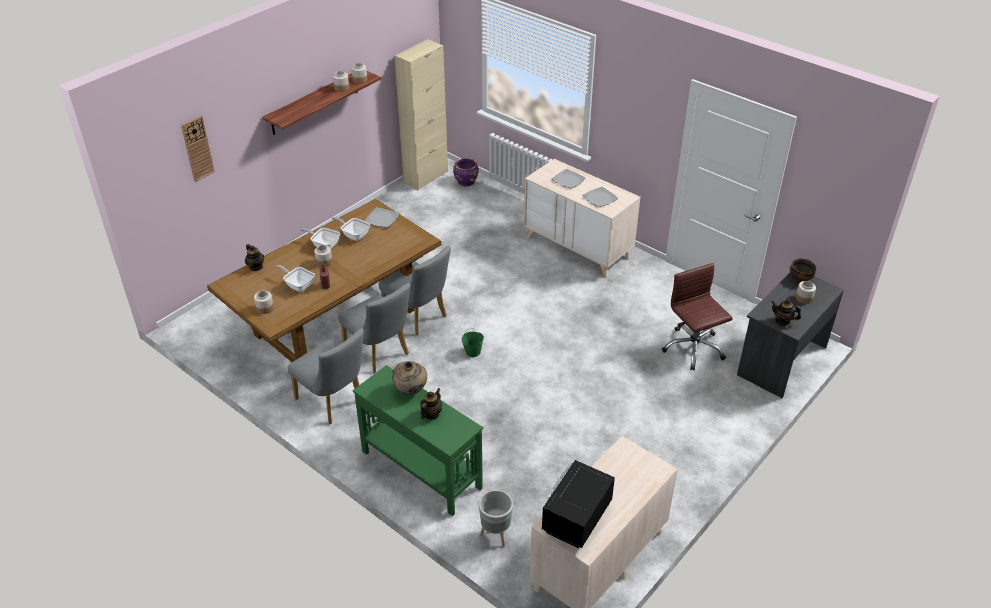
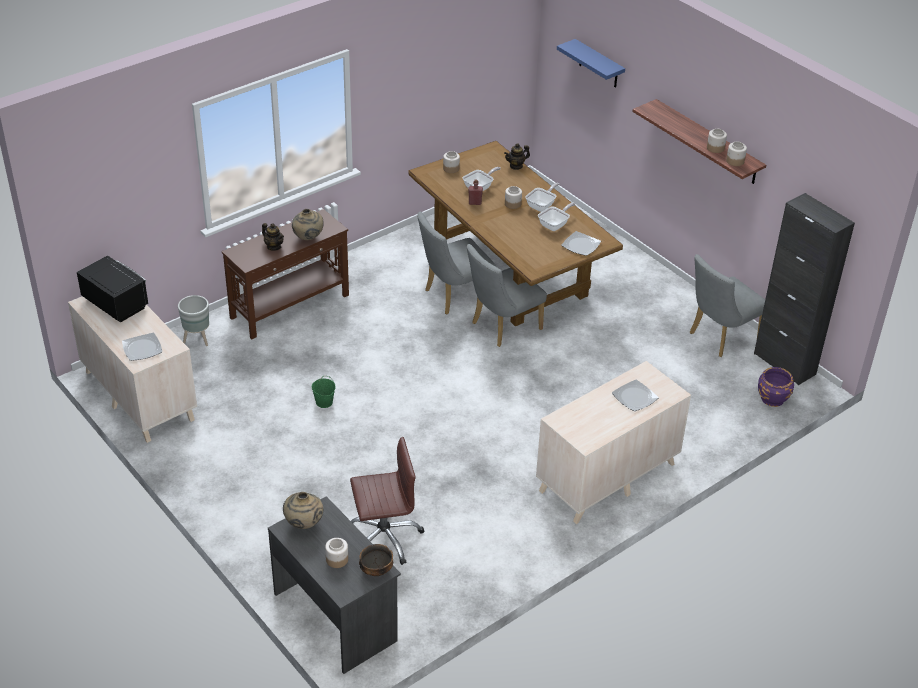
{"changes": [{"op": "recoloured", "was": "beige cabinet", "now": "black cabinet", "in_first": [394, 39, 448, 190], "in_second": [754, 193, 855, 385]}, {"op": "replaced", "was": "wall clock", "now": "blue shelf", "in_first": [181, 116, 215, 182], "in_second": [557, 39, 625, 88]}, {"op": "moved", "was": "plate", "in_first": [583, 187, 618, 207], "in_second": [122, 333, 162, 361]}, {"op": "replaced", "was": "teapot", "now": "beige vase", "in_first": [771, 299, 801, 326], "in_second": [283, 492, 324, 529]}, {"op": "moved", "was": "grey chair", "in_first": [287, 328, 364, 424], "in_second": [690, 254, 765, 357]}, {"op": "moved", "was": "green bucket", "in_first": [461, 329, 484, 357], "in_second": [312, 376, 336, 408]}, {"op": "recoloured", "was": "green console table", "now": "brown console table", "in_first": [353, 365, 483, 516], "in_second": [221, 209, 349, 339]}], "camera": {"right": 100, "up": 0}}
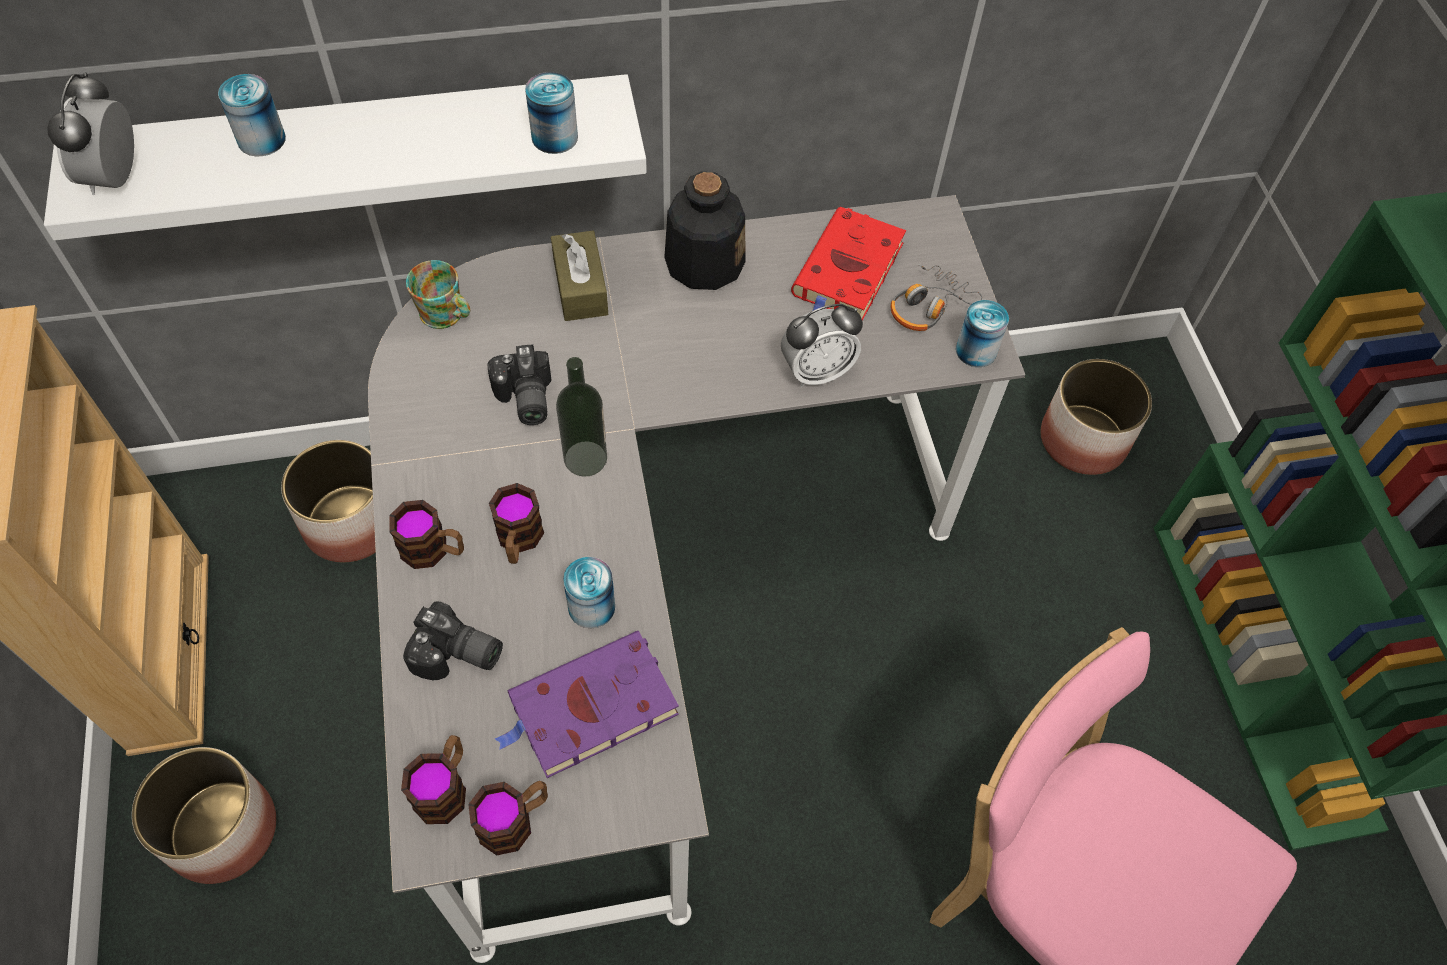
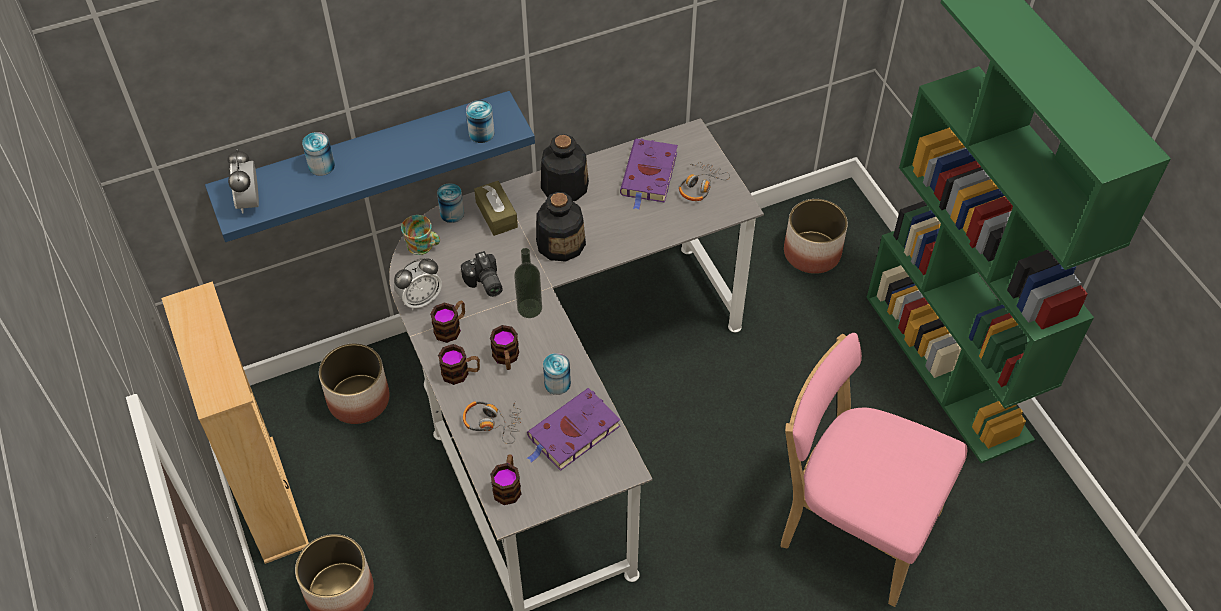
{"changes": [{"op": "recoloured", "was": "white shelf", "now": "blue shelf", "in_first": [44, 74, 647, 241], "in_second": [205, 91, 535, 242]}, {"op": "recoloured", "was": "red book", "now": "purple book", "in_first": [791, 207, 906, 321], "in_second": [620, 139, 678, 210]}, {"op": "moved", "was": "can", "in_first": [956, 300, 1009, 367], "in_second": [437, 183, 464, 223]}, {"op": "moved", "was": "alarm clock", "in_first": [781, 304, 863, 387], "in_second": [394, 258, 442, 311]}, {"op": "replaced", "was": "photo camera", "now": "headphones", "in_first": [403, 601, 503, 680], "in_second": [463, 401, 521, 444]}, {"op": "moved", "was": "mug", "in_first": [468, 781, 548, 855], "in_second": [430, 300, 465, 343]}, {"op": "added", "now": "bottle", "in_second": [536, 192, 586, 262]}], "camera": {"right": -10, "up": -5}}
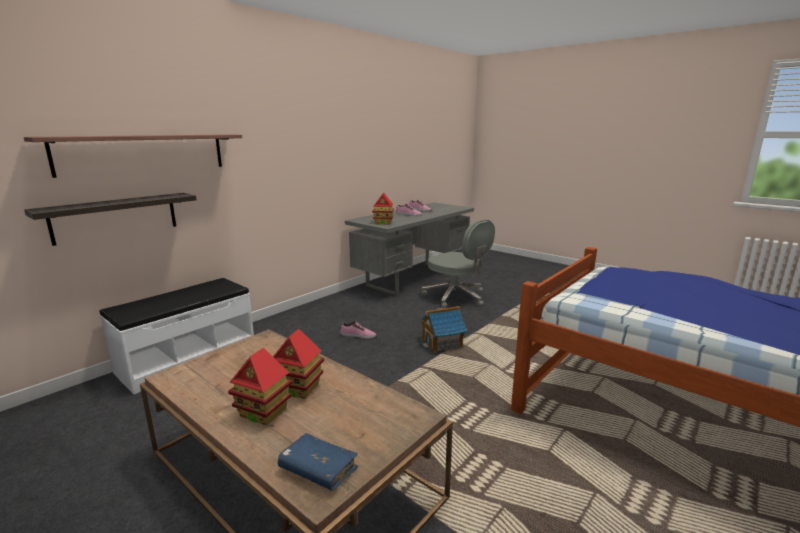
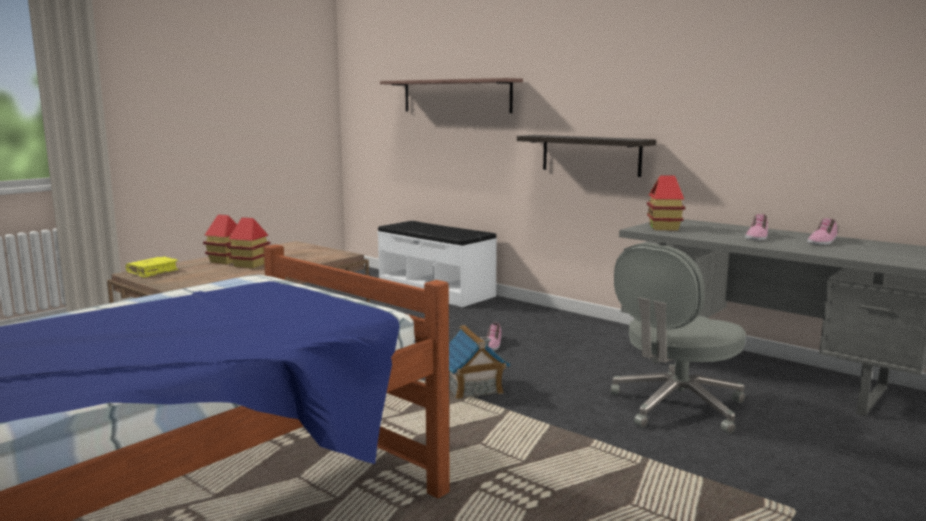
{"changes": [{"op": "moved", "was": "shelf", "in_first": [24, 193, 197, 246], "in_second": [517, 135, 656, 177]}, {"op": "recoloured", "was": "blue book", "now": "yellow book", "in_first": [278, 433, 358, 491], "in_second": [126, 256, 179, 278]}], "camera": {"right": 90, "up": -5}}
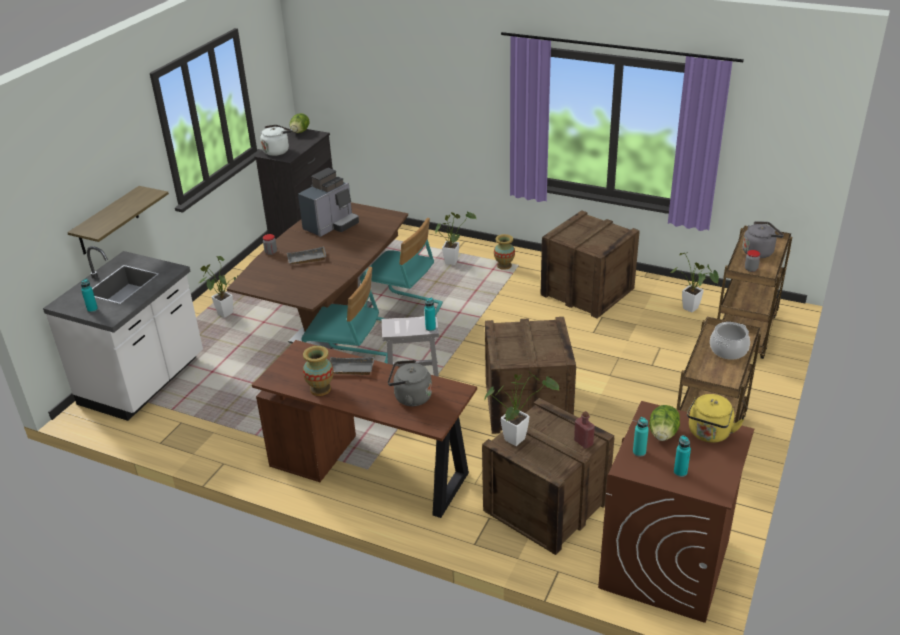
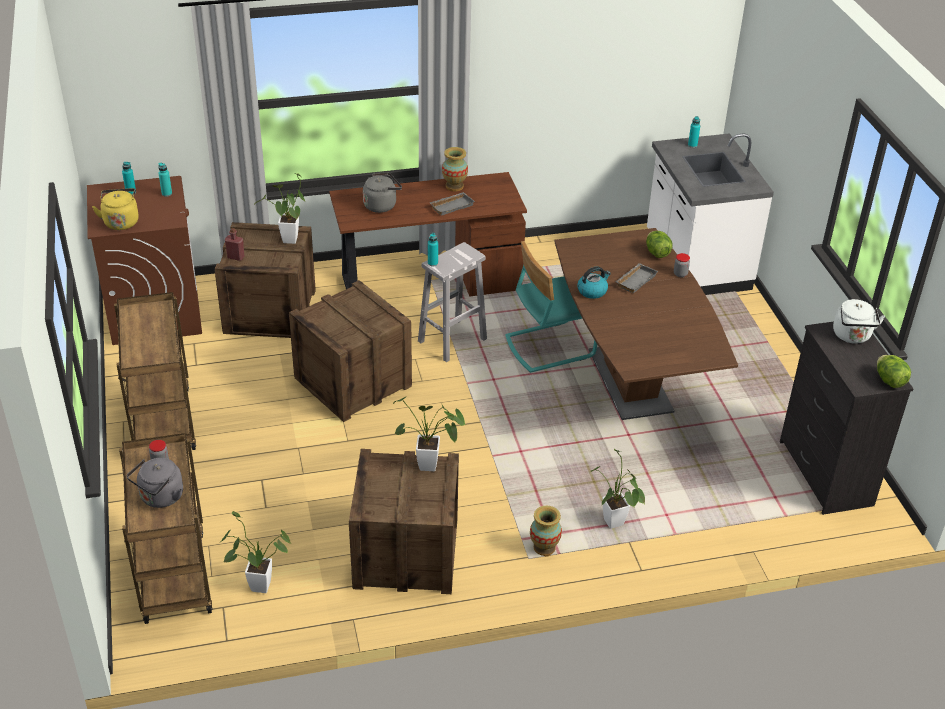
{"changes": [{"op": "removed", "was": "coffee machine", "in_first": [298, 168, 359, 237]}, {"op": "removed", "was": "shelf", "in_first": [67, 186, 169, 255]}, {"op": "removed", "was": "turquoise chair", "in_first": [360, 218, 443, 321]}, {"op": "moved", "was": "potted plant", "in_first": [199, 256, 239, 318], "in_second": [393, 397, 466, 471]}, {"op": "removed", "was": "cooking pot", "in_first": [710, 322, 750, 360]}, {"op": "moved", "was": "lettuce", "in_first": [649, 405, 680, 441], "in_second": [646, 231, 673, 258]}, {"op": "added", "now": "kettle", "in_second": [577, 267, 611, 299]}], "camera": {"right": 140, "up": 5}}
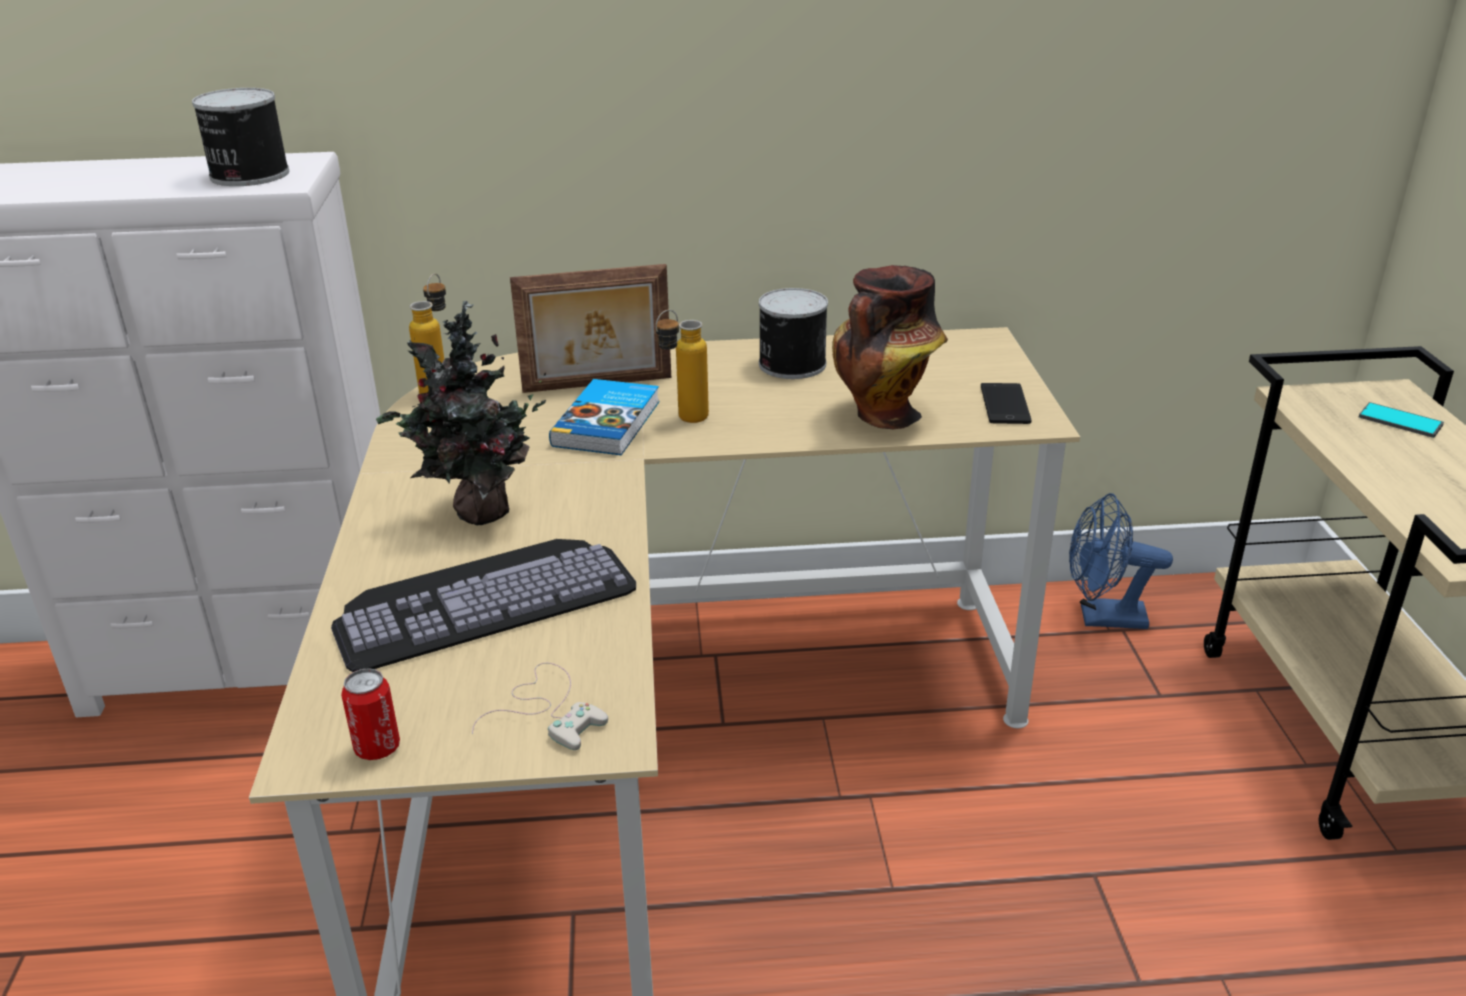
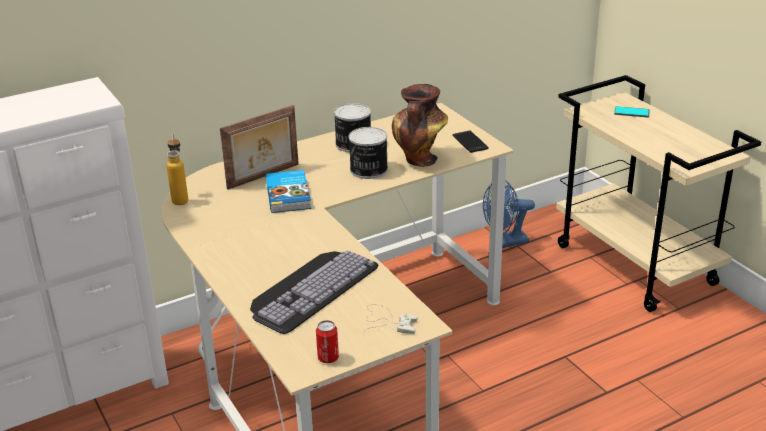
{"changes": [{"op": "moved", "was": "can", "in_first": [192, 88, 289, 186], "in_second": [349, 127, 388, 179]}, {"op": "removed", "was": "potted plant", "in_first": [376, 301, 546, 525]}, {"op": "removed", "was": "bottle", "in_first": [655, 310, 709, 423]}], "camera": {"right": -25, "up": 0}}
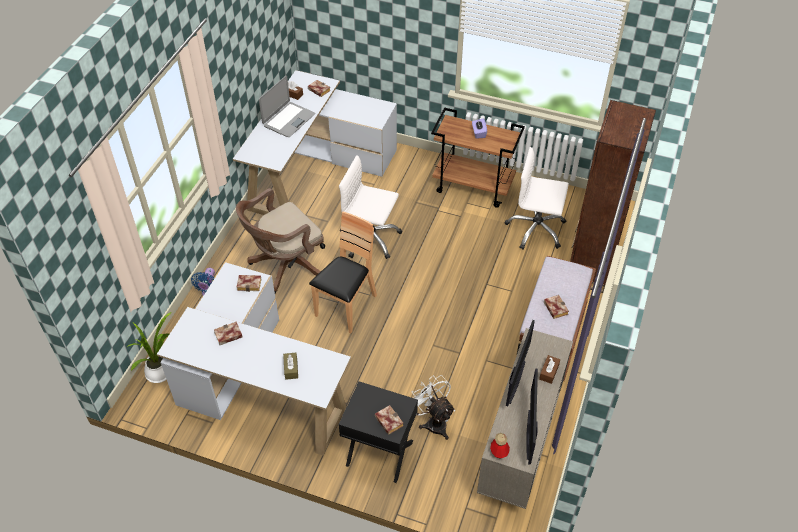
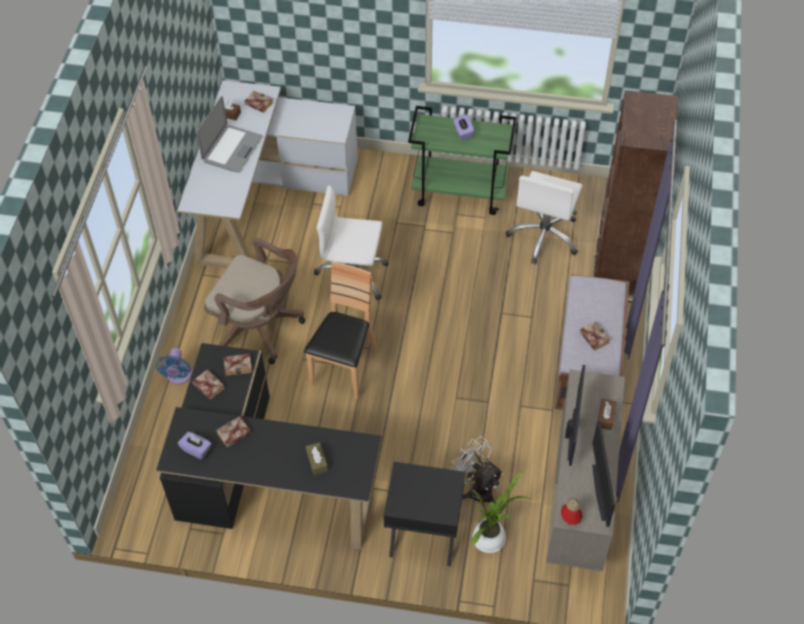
{"changes": [{"op": "recoloured", "was": "brown cart", "now": "green cart", "in_first": [431, 107, 525, 208], "in_second": [408, 106, 516, 215]}, {"op": "turned", "was": "white office chair", "in_first": [505, 147, 569, 250], "in_second": [506, 171, 583, 264], "clockwise": -75}, {"op": "turned", "was": "brown office chair", "in_first": [236, 188, 325, 293], "in_second": [204, 238, 305, 364], "clockwise": -105}, {"op": "recoloured", "was": "white desk", "now": "black desk", "in_first": [157, 262, 351, 455], "in_second": [156, 343, 381, 549]}, {"op": "moved", "was": "potted plant", "in_first": [127, 312, 172, 383], "in_second": [471, 471, 532, 553]}, {"op": "moved", "was": "book", "in_first": [375, 405, 404, 435], "in_second": [192, 370, 225, 400]}, {"op": "added", "now": "purple tissue box", "in_second": [178, 432, 212, 460]}], "camera": {"right": -10, "up": 5}}
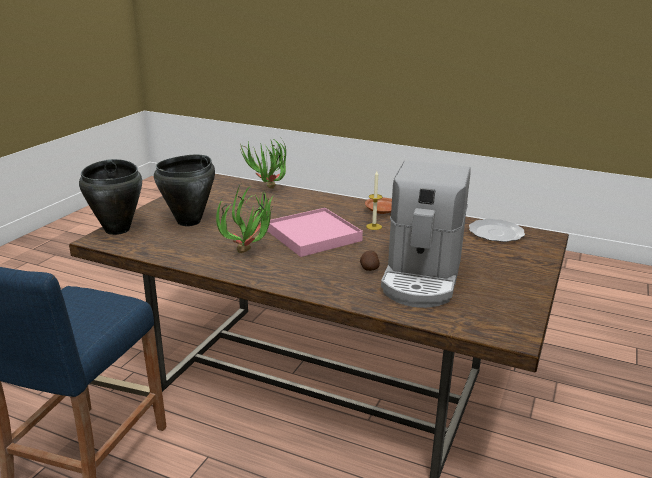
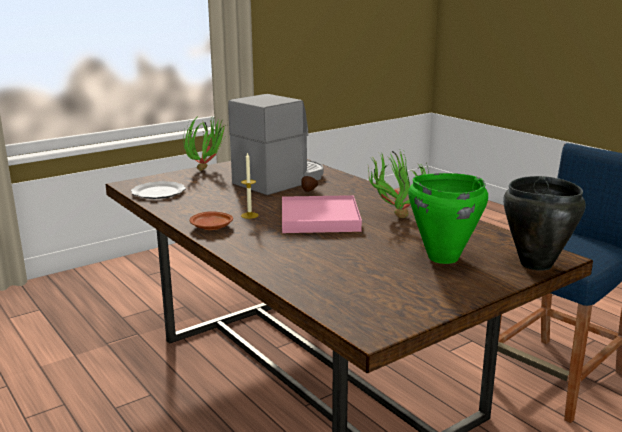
{"changes": [{"op": "moved", "was": "potted plant", "in_first": [240, 138, 286, 189], "in_second": [183, 115, 226, 171]}, {"op": "recoloured", "was": "black cooking pot", "now": "green cooking pot", "in_first": [154, 154, 215, 226], "in_second": [408, 173, 488, 264]}], "camera": {"right": -150, "up": -5}}
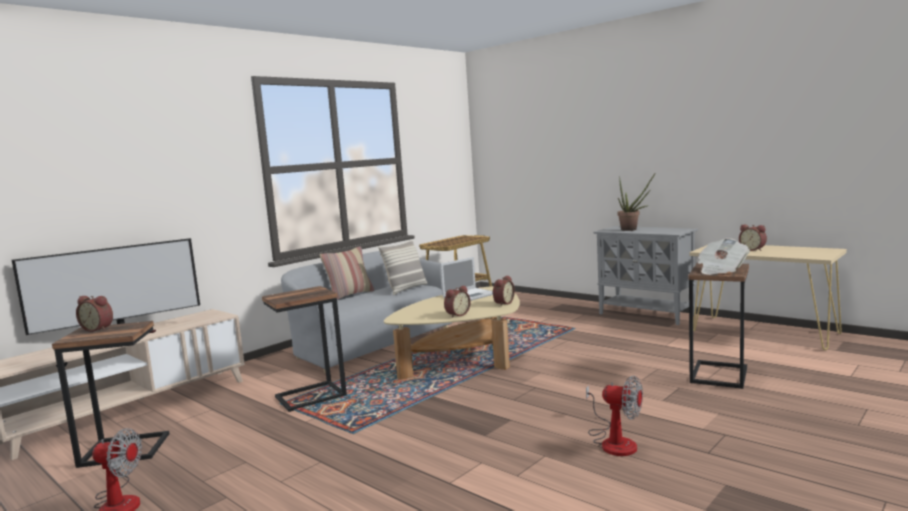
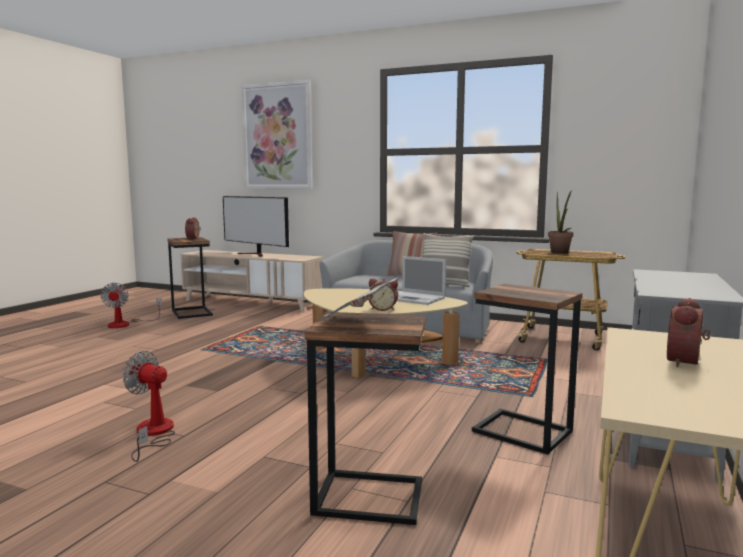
{"changes": [{"op": "moved", "was": "potted plant", "in_first": [617, 174, 655, 231], "in_second": [548, 190, 573, 254]}, {"op": "moved", "was": "side table", "in_first": [262, 286, 347, 412], "in_second": [472, 284, 583, 455]}, {"op": "removed", "was": "alarm clock", "in_first": [444, 286, 471, 318]}, {"op": "turned", "was": "fan", "in_first": [586, 375, 643, 456], "in_second": [123, 351, 175, 462], "clockwise": 105}, {"op": "added", "now": "picture", "in_second": [241, 80, 313, 189]}], "camera": {"right": 70, "up": 0}}
